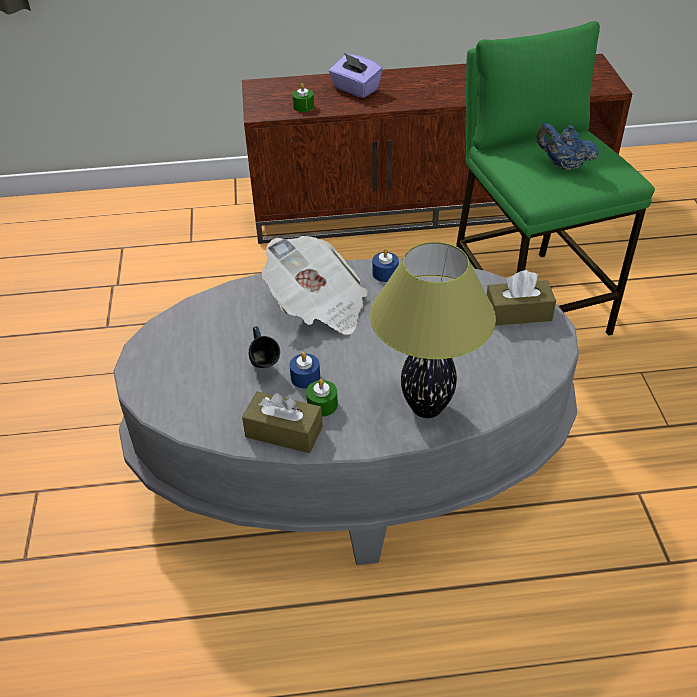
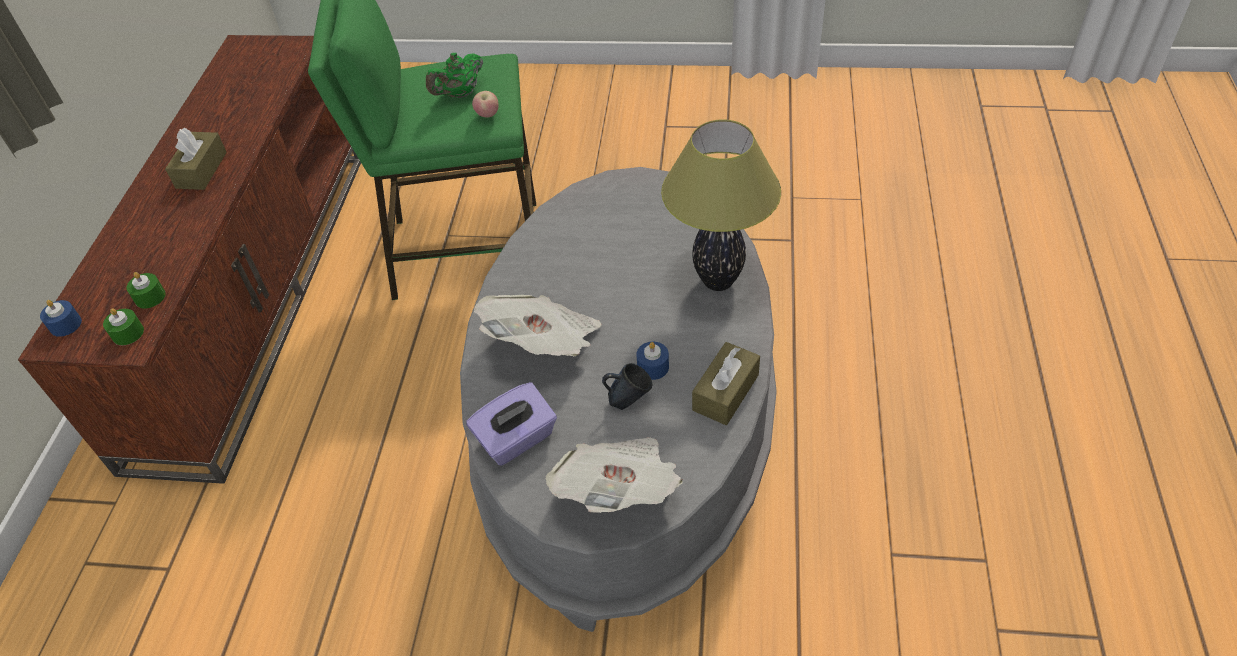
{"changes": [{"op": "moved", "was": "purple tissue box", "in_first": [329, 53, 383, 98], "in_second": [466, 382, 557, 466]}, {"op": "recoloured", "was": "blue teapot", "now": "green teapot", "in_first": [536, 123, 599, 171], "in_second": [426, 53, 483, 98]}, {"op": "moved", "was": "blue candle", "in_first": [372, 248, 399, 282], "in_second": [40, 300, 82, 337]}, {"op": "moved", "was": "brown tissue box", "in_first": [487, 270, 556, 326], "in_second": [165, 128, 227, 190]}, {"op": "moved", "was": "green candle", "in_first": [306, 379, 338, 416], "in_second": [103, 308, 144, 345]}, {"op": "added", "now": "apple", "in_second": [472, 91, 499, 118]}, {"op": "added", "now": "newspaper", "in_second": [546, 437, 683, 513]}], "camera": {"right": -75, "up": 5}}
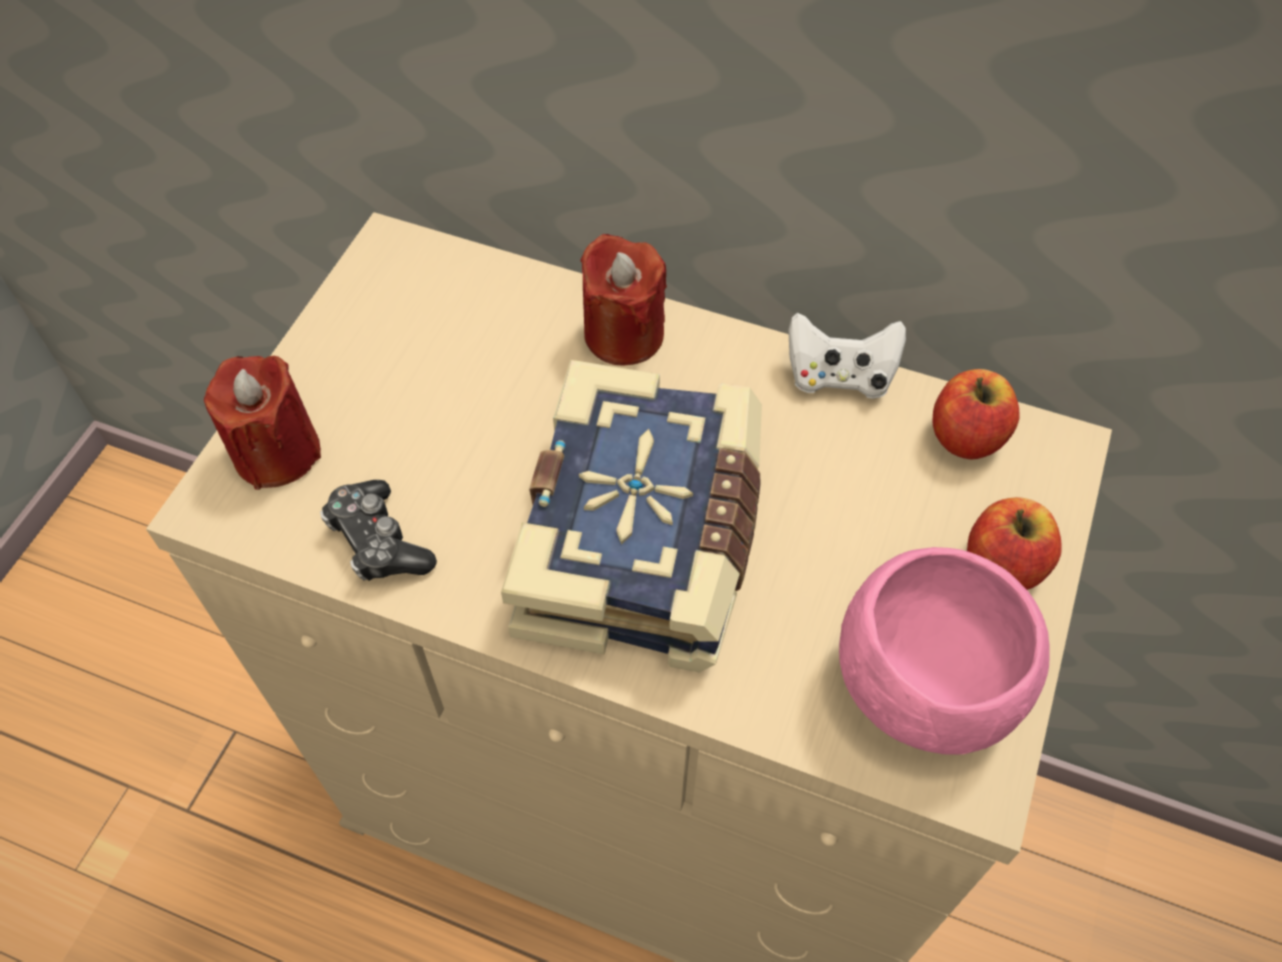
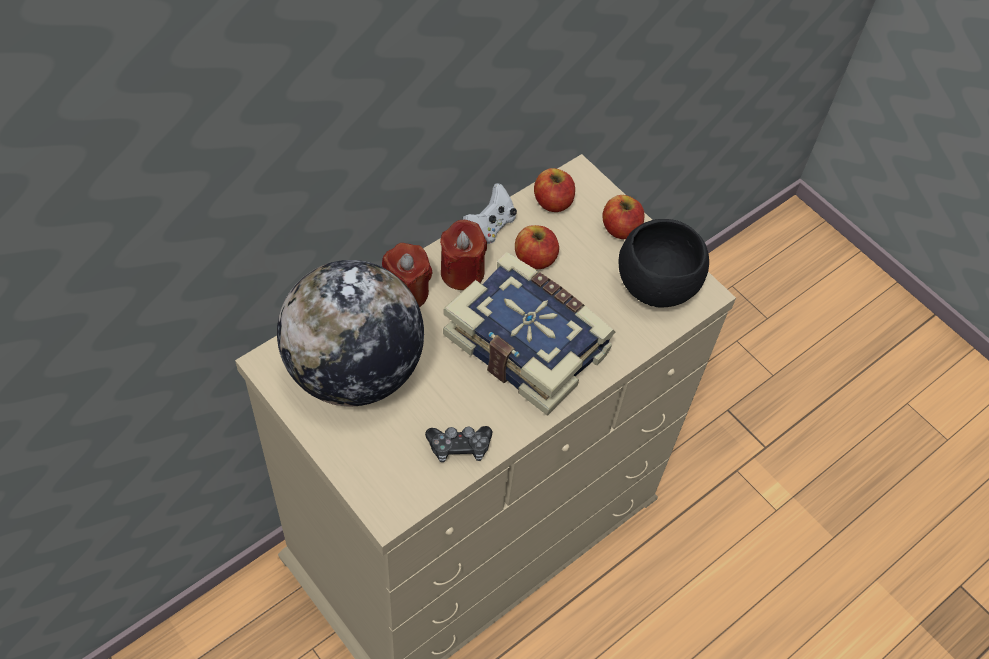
{"changes": [{"op": "moved", "was": "red candle", "in_first": [204, 356, 321, 490], "in_second": [440, 220, 487, 290]}, {"op": "recoloured", "was": "pink bowl", "now": "black bowl", "in_first": [839, 547, 1050, 755], "in_second": [618, 219, 709, 307]}, {"op": "added", "now": "apple", "in_second": [515, 225, 559, 269]}, {"op": "added", "now": "globe", "in_second": [277, 260, 424, 406]}], "camera": {"right": -65, "up": 0}}
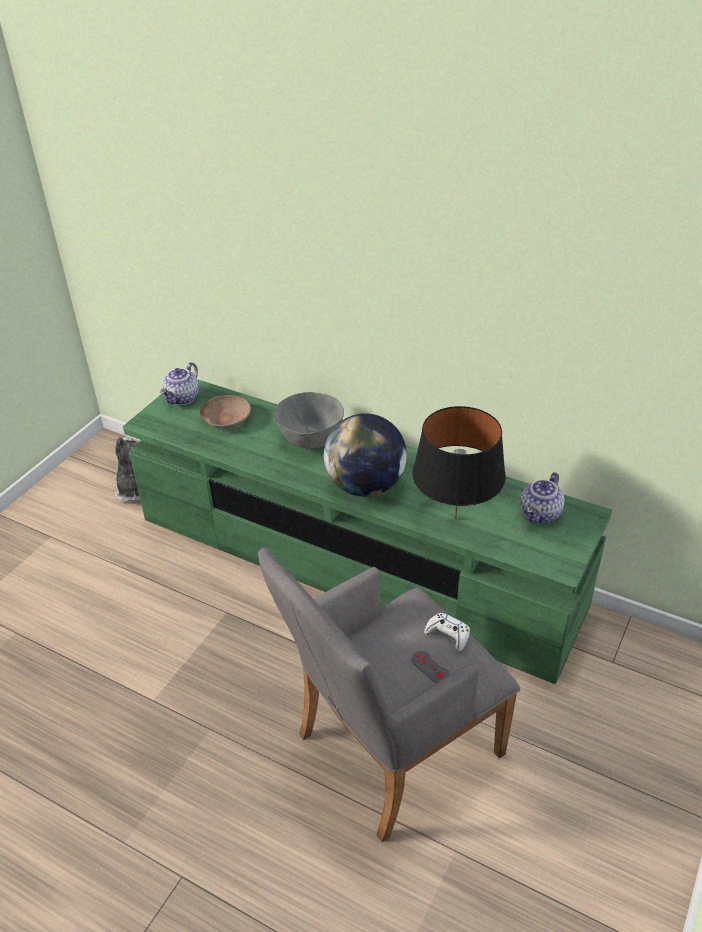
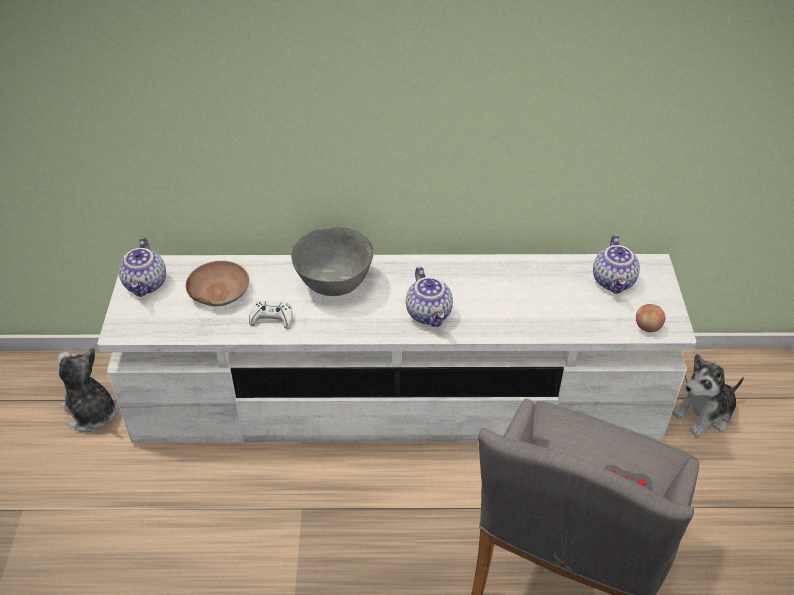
{"changes": [{"op": "recoloured", "was": "green tv stand", "now": "white tv stand", "in_first": [123, 379, 612, 684], "in_second": [98, 254, 696, 443]}, {"op": "removed", "was": "black table lamp", "in_first": [412, 406, 506, 519]}, {"op": "replaced", "was": "globe", "now": "teapot", "in_first": [324, 413, 407, 497], "in_second": [406, 267, 453, 327]}, {"op": "moved", "was": "white game controller", "in_first": [424, 613, 470, 651], "in_second": [249, 301, 293, 329]}, {"op": "added", "now": "apple", "in_second": [636, 304, 665, 332]}, {"op": "added", "now": "plush toy", "in_second": [672, 354, 744, 437]}], "camera": {"right": -30, "up": 5}}
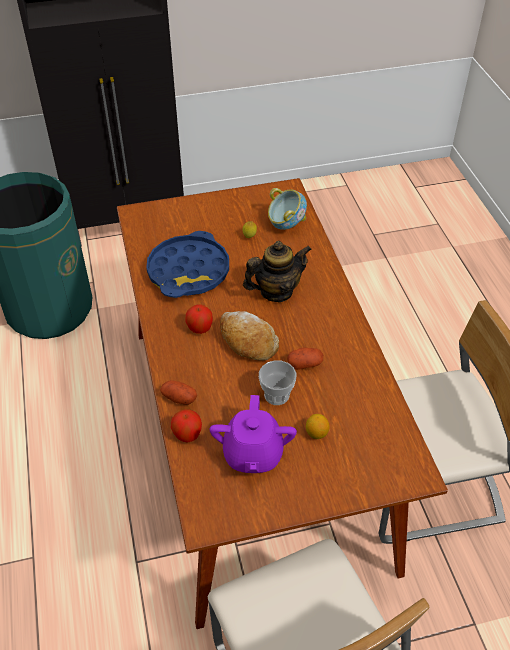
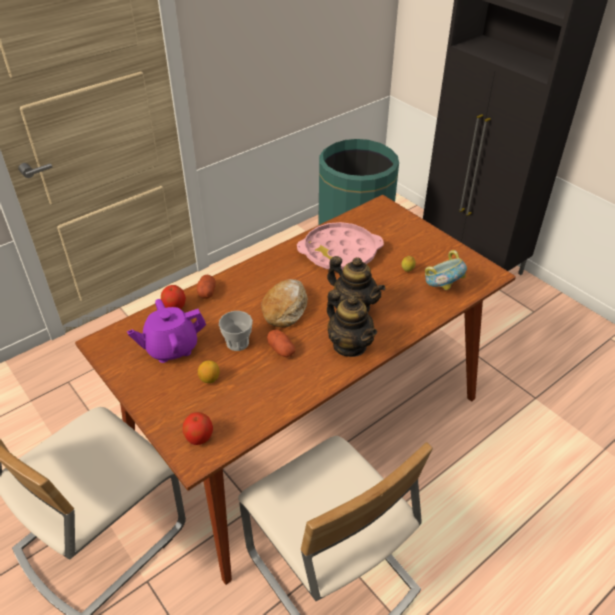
{"changes": [{"op": "recoloured", "was": "blue tray", "now": "pink tray", "in_first": [146, 231, 229, 298], "in_second": [297, 222, 384, 271]}, {"op": "moved", "was": "apple", "in_first": [185, 304, 213, 334], "in_second": [183, 412, 213, 445]}, {"op": "added", "now": "teapot", "in_second": [327, 290, 377, 357]}], "camera": {"right": 65, "up": -5}}
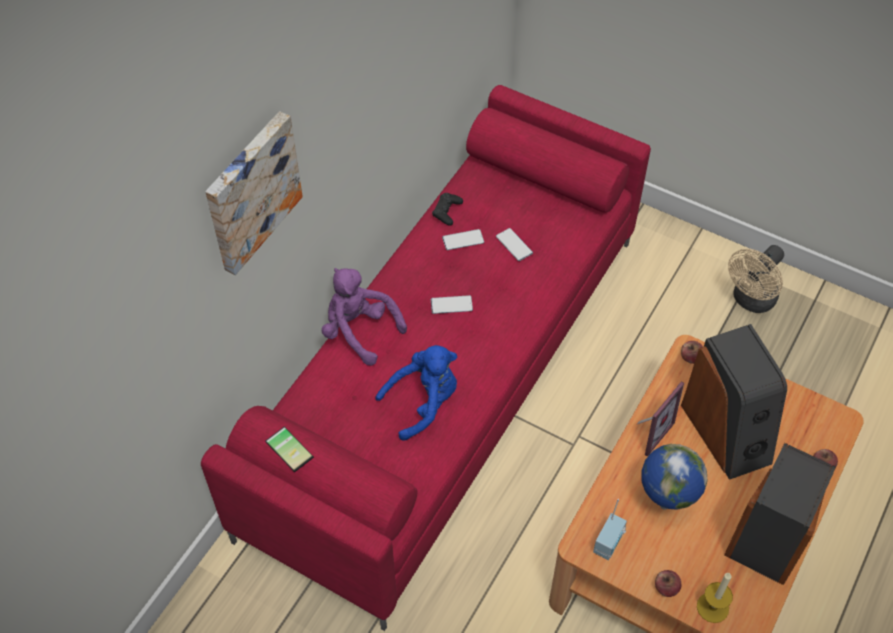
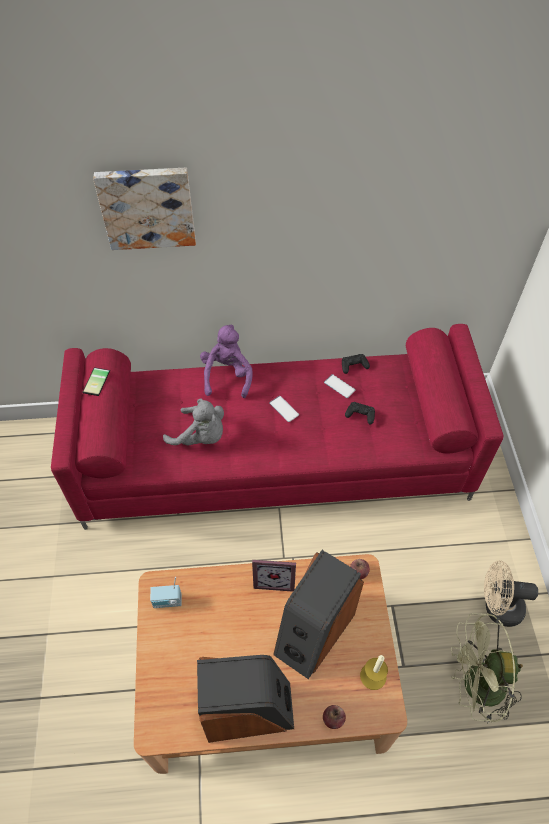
{"changes": [{"op": "replaced", "was": "phone", "now": "black game controller", "in_first": [496, 228, 533, 261], "in_second": [345, 402, 375, 425]}, {"op": "recoloured", "was": "blue plush toy", "now": "grey plush toy", "in_first": [376, 345, 457, 441], "in_second": [163, 399, 224, 446]}, {"op": "removed", "was": "globe", "in_first": [641, 444, 707, 510]}, {"op": "removed", "was": "apple", "in_first": [655, 570, 681, 597]}, {"op": "moved", "was": "candle", "in_first": [697, 573, 733, 623], "in_second": [360, 655, 388, 690]}, {"op": "added", "now": "green fan", "in_second": [451, 613, 523, 724]}], "camera": {"right": 55, "up": 0}}
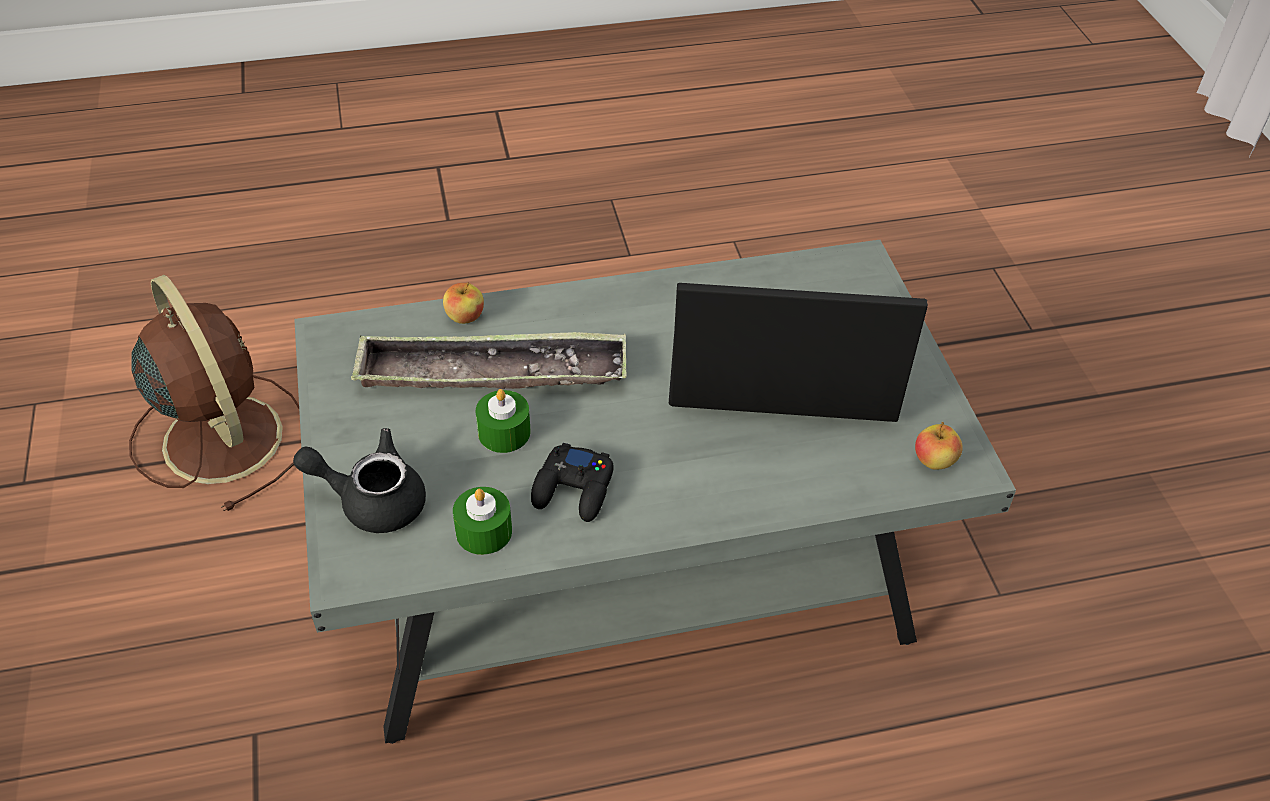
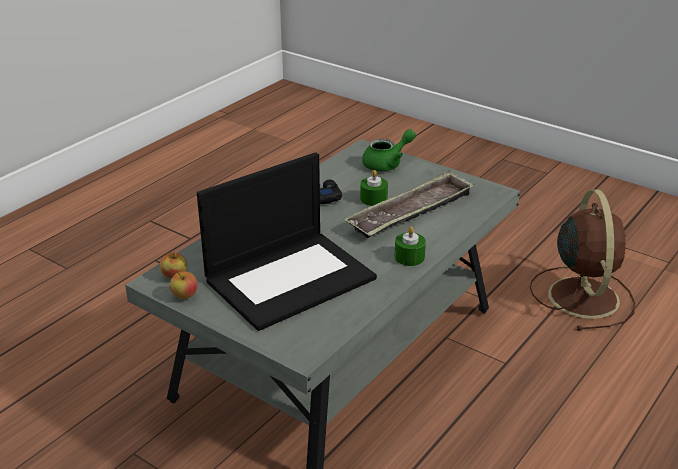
{"changes": [{"op": "turned", "was": "brown fan", "in_first": [129, 275, 299, 511], "in_second": [530, 189, 635, 331], "clockwise": -105}, {"op": "moved", "was": "apple", "in_first": [443, 282, 484, 324], "in_second": [170, 271, 198, 299]}, {"op": "recoloured", "was": "black teapot", "now": "green teapot", "in_first": [293, 428, 426, 533], "in_second": [362, 129, 416, 171]}, {"op": "moved", "was": "green candle", "in_first": [453, 487, 512, 555], "in_second": [395, 226, 426, 266]}], "camera": {"right": 140, "up": -15}}
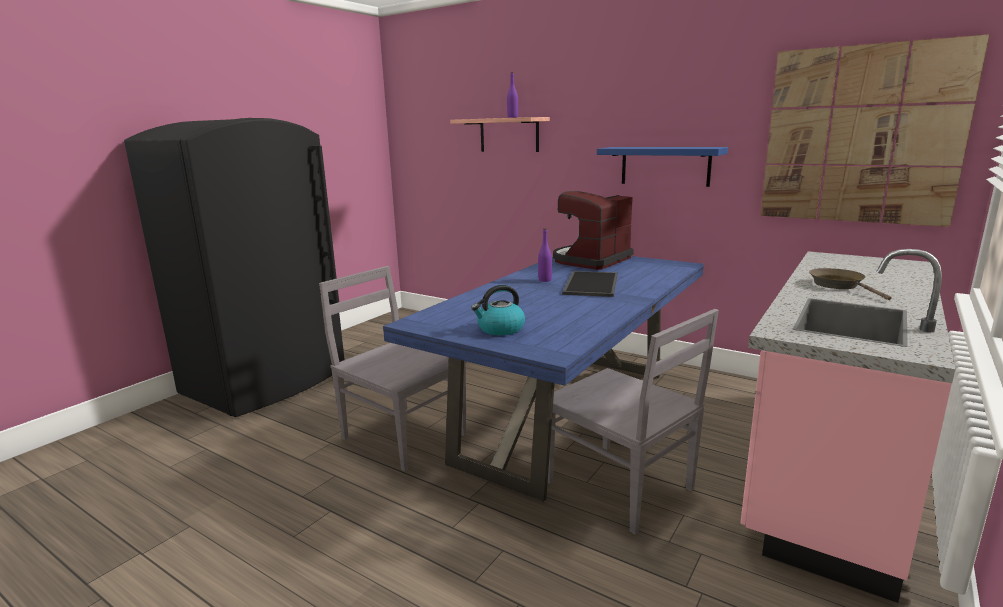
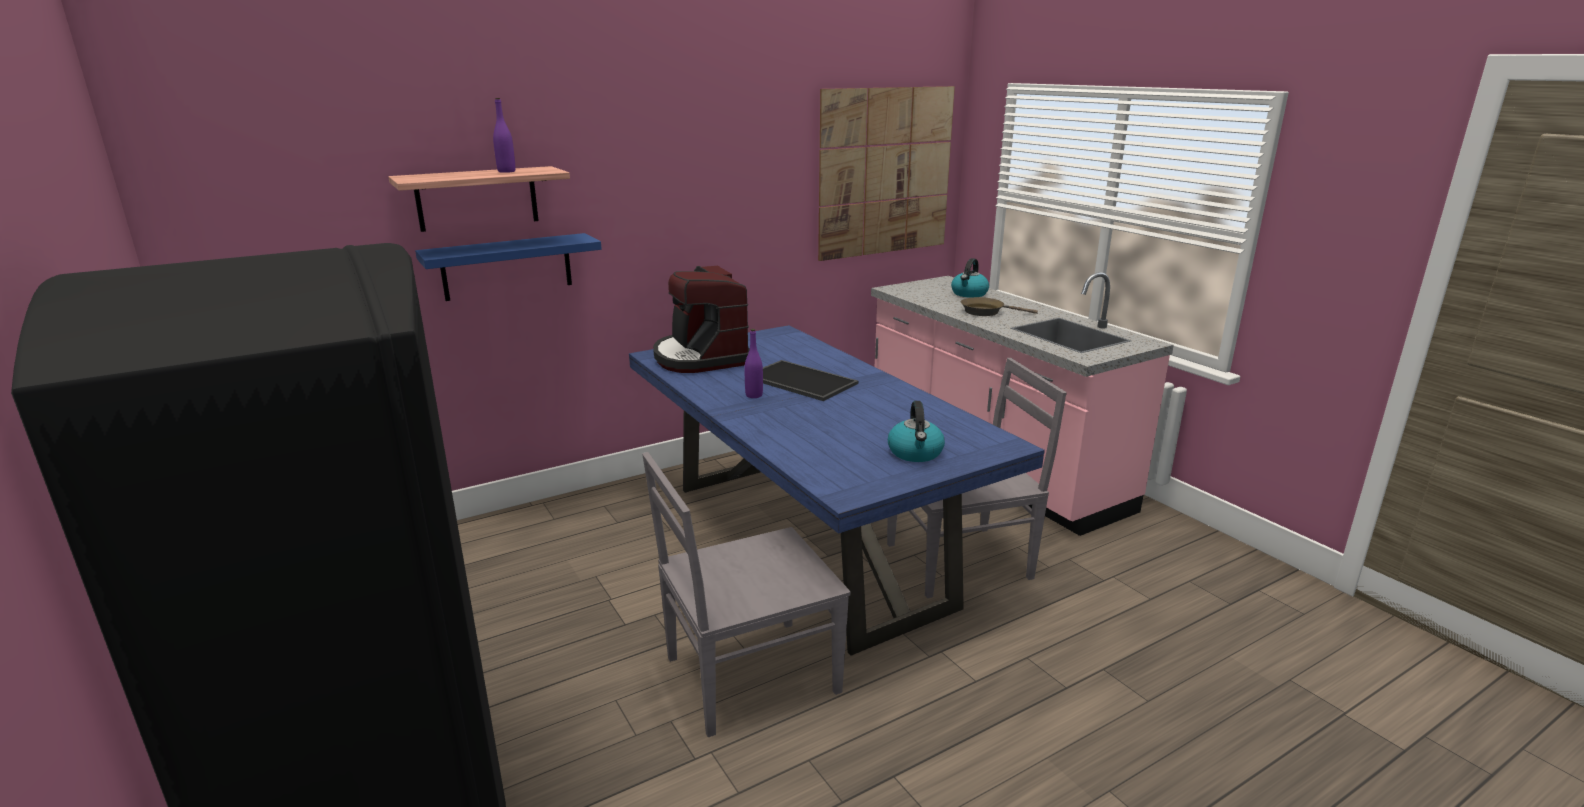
{"changes": [{"op": "moved", "was": "blue shelf", "in_first": [597, 147, 728, 187], "in_second": [415, 233, 602, 301]}, {"op": "added", "now": "kettle", "in_second": [951, 258, 989, 298]}], "camera": {"right": -65, "up": 5}}
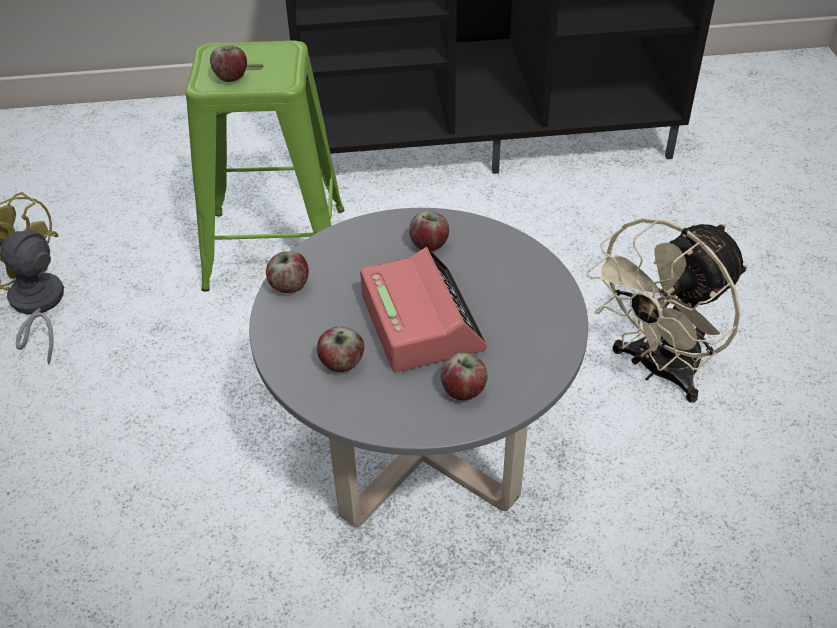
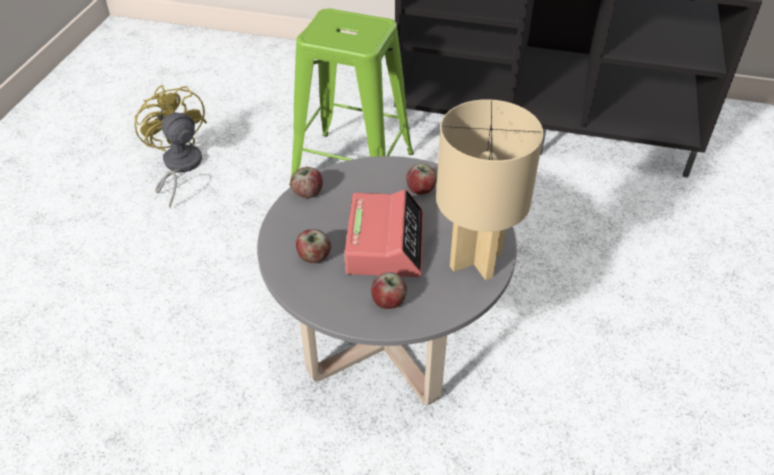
{"changes": [{"op": "removed", "was": "apple", "in_first": [210, 46, 247, 82]}, {"op": "removed", "was": "beige fan", "in_first": [587, 218, 748, 403]}, {"op": "added", "now": "beige table lamp", "in_second": [436, 99, 544, 280]}], "camera": {"right": 20, "up": 0}}
